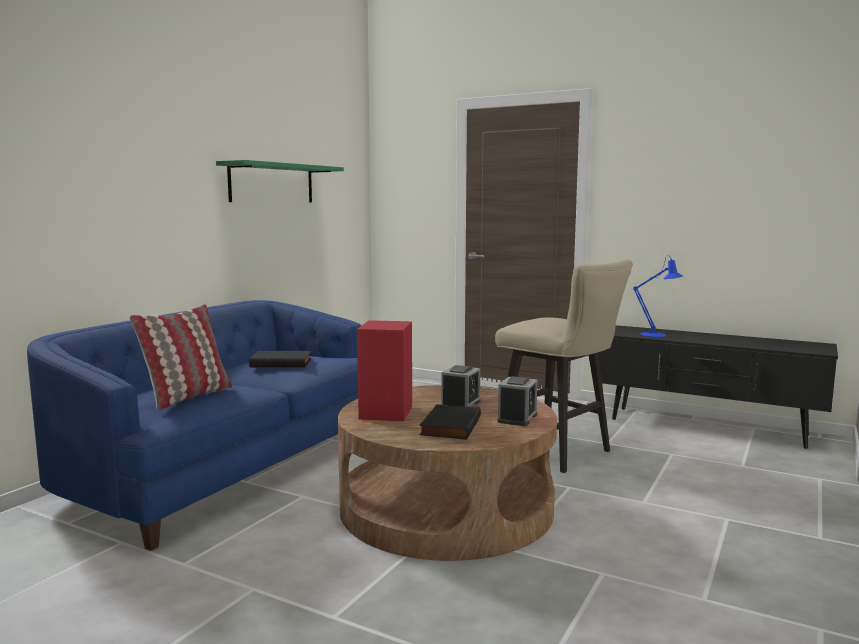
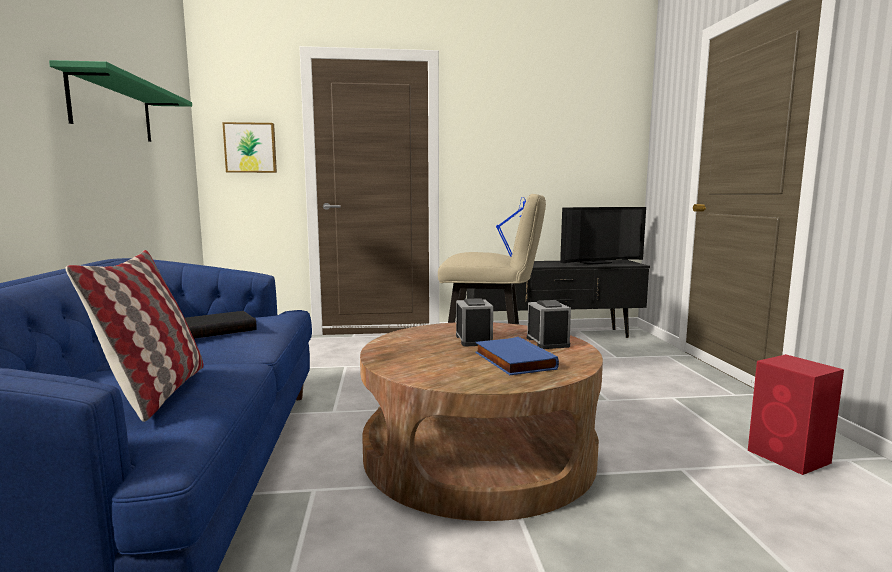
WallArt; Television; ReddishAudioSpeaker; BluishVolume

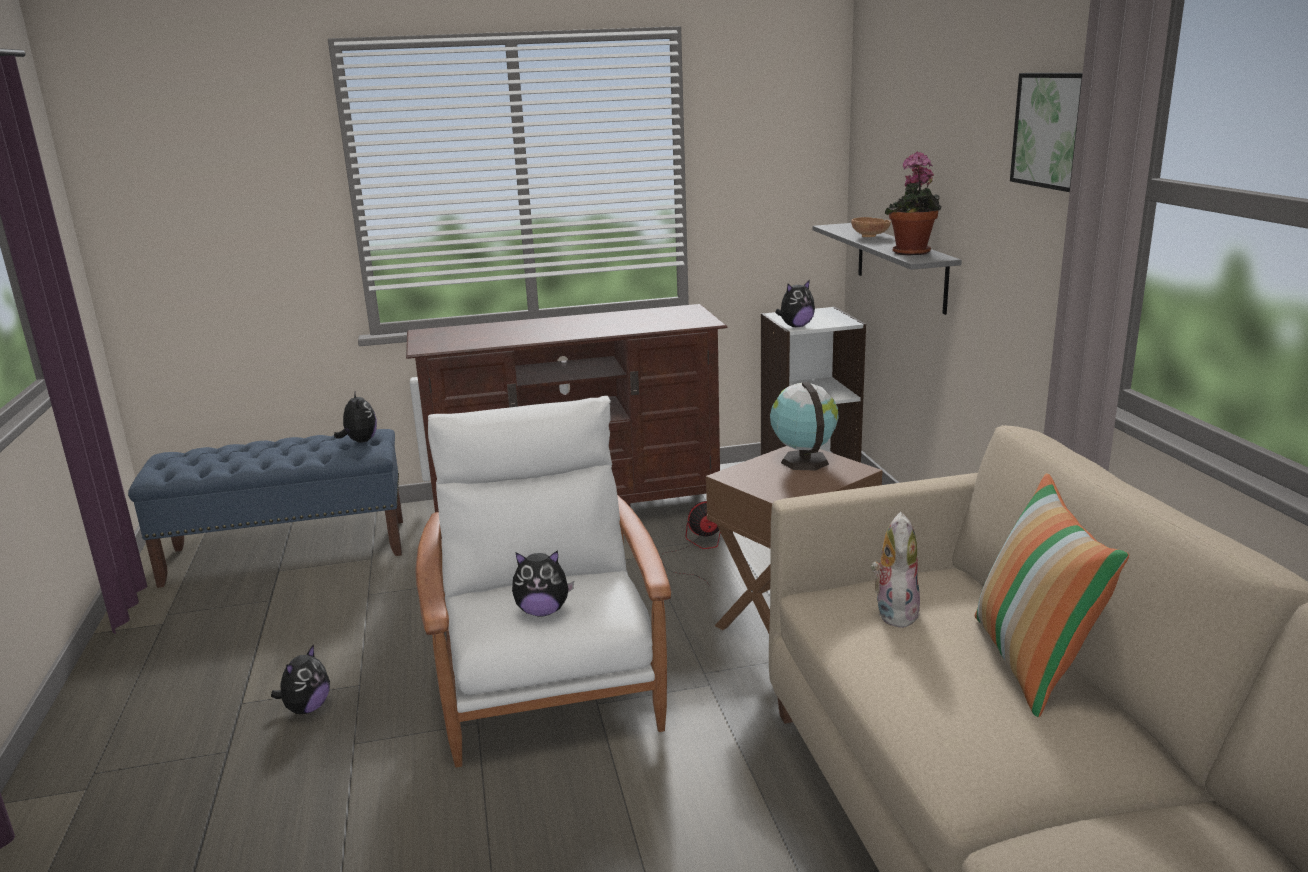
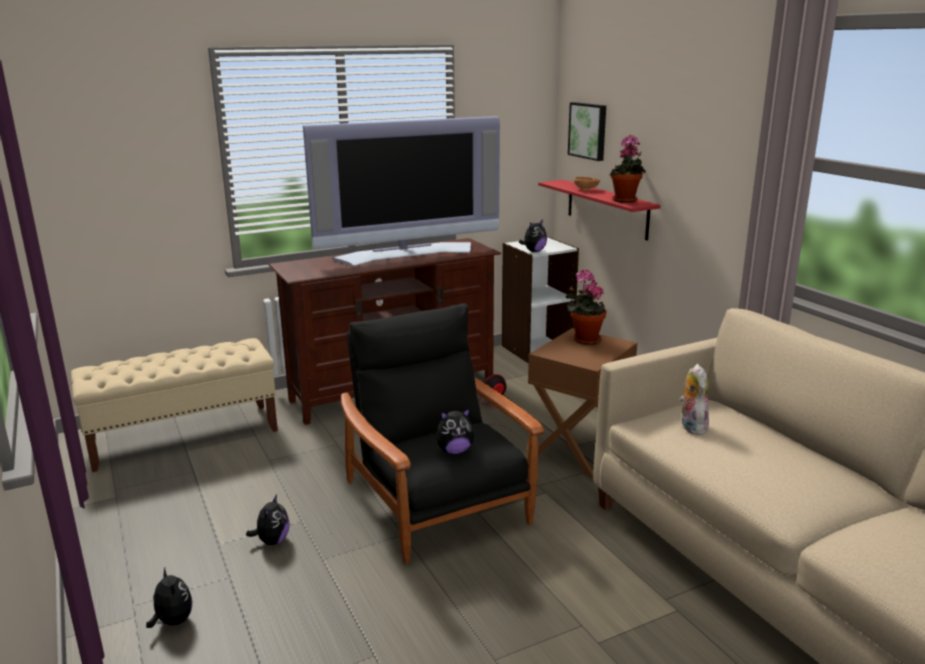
Cushion; Television; PlushToy (1st from left); WallArt; PlantInAPot (1st from left); BeigeIndoorBench; BlackColouredArmchair; ReddishShelf

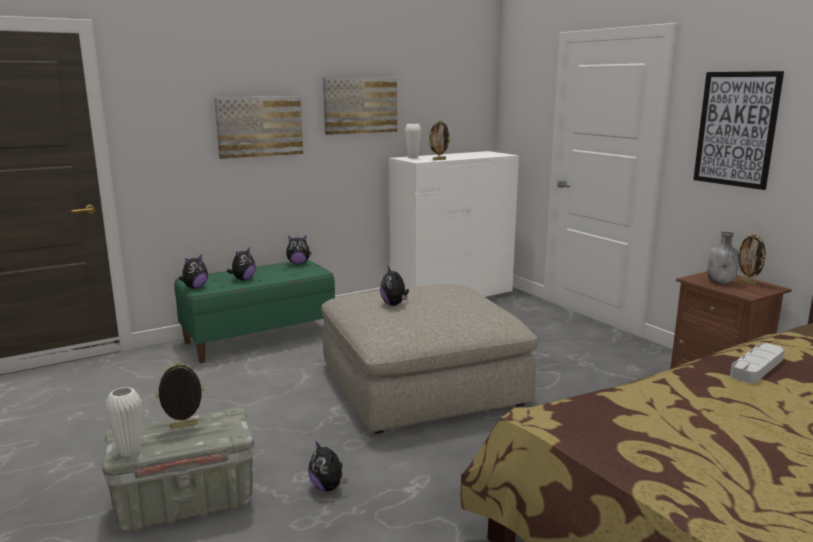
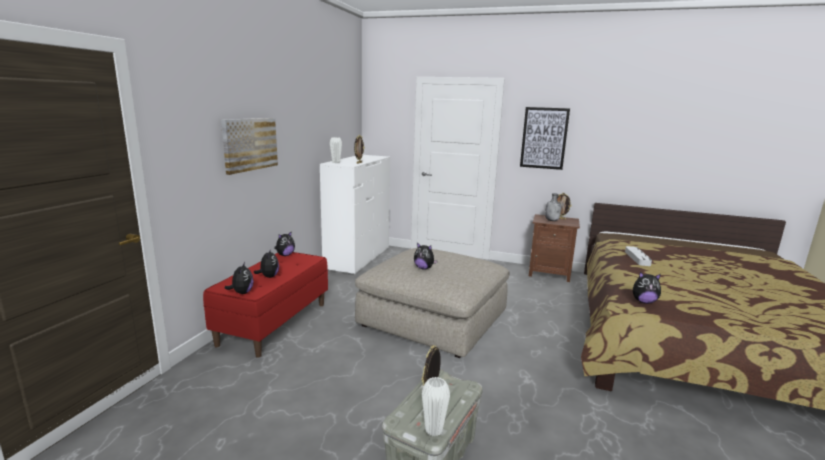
WallArt (2nd from left in the first image); PlushToy (5th from left); ReddishIndoorBench

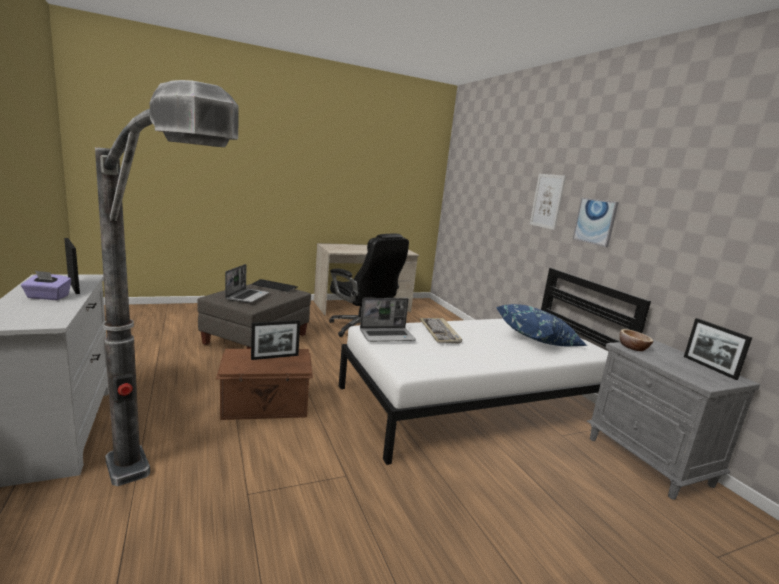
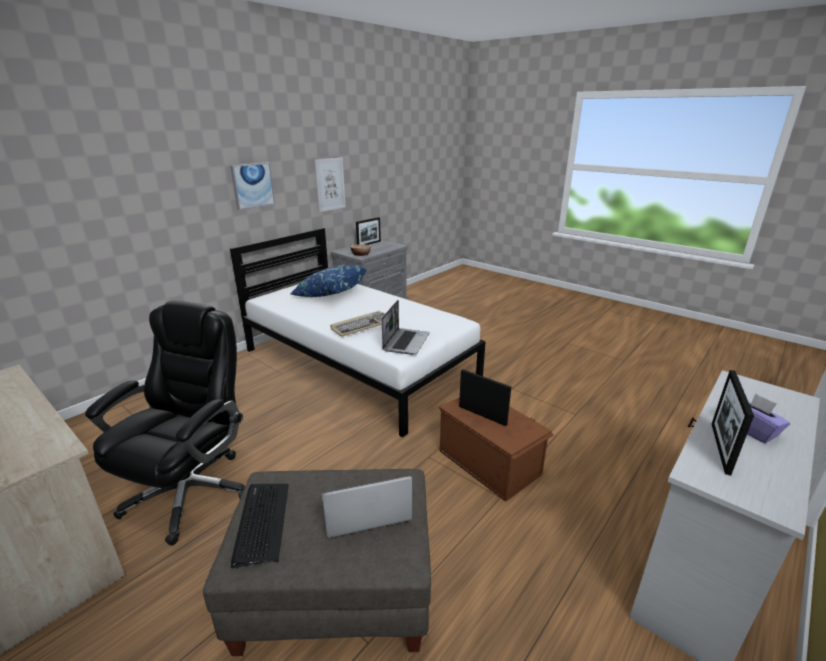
StandingLamp; WallArt (2nd from left); Laptop (2nd from left)

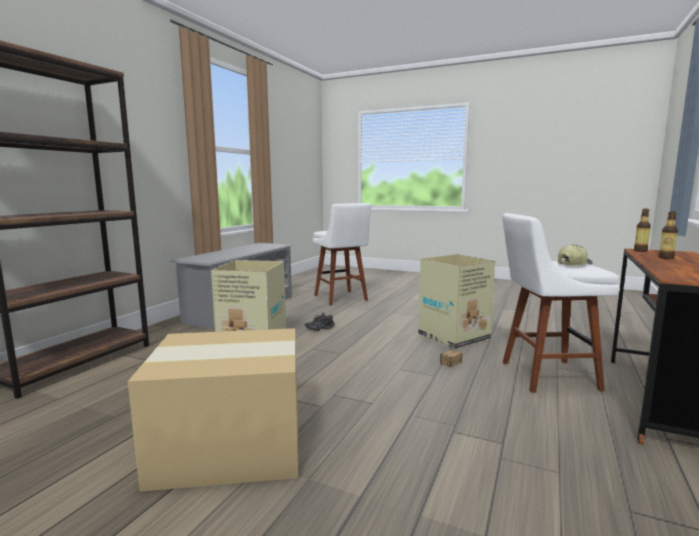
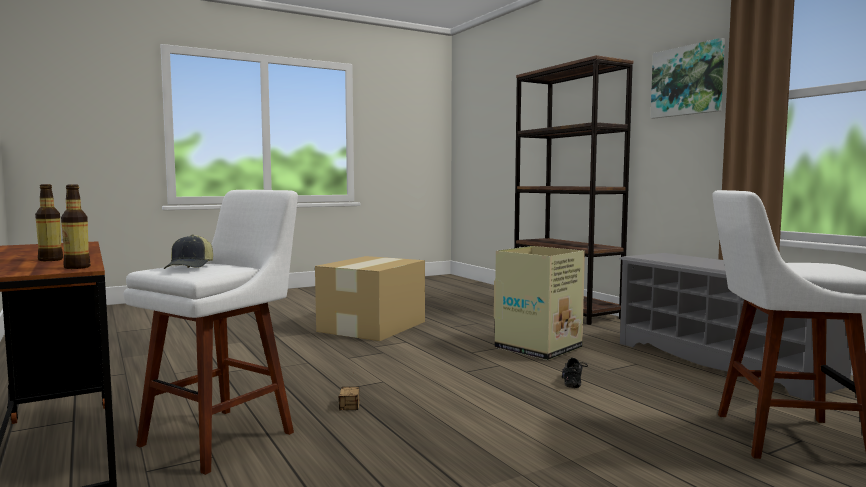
Carton (3rd from left in the first image); WallArt

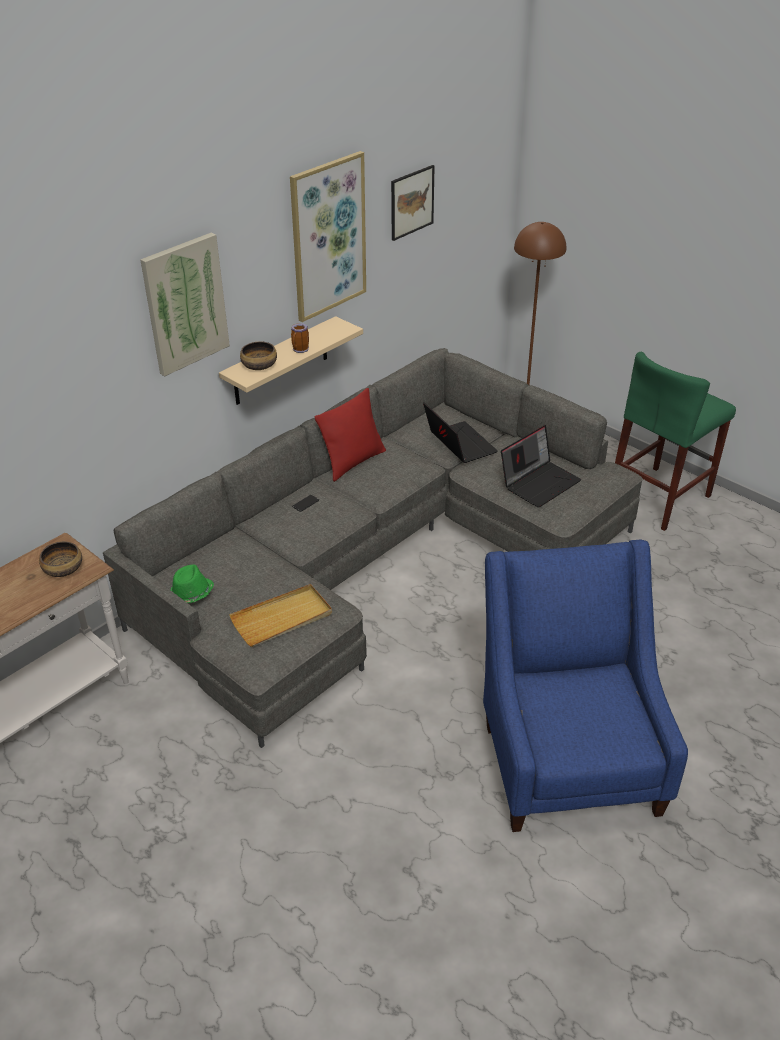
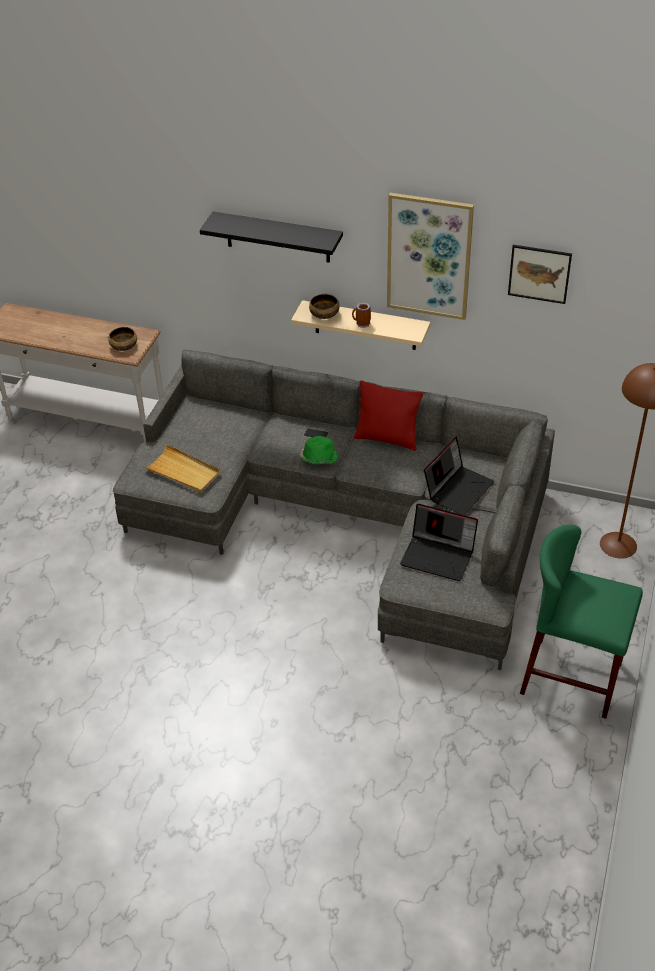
BluishArmchair; GreenClothingHat; BlackColouredShelf

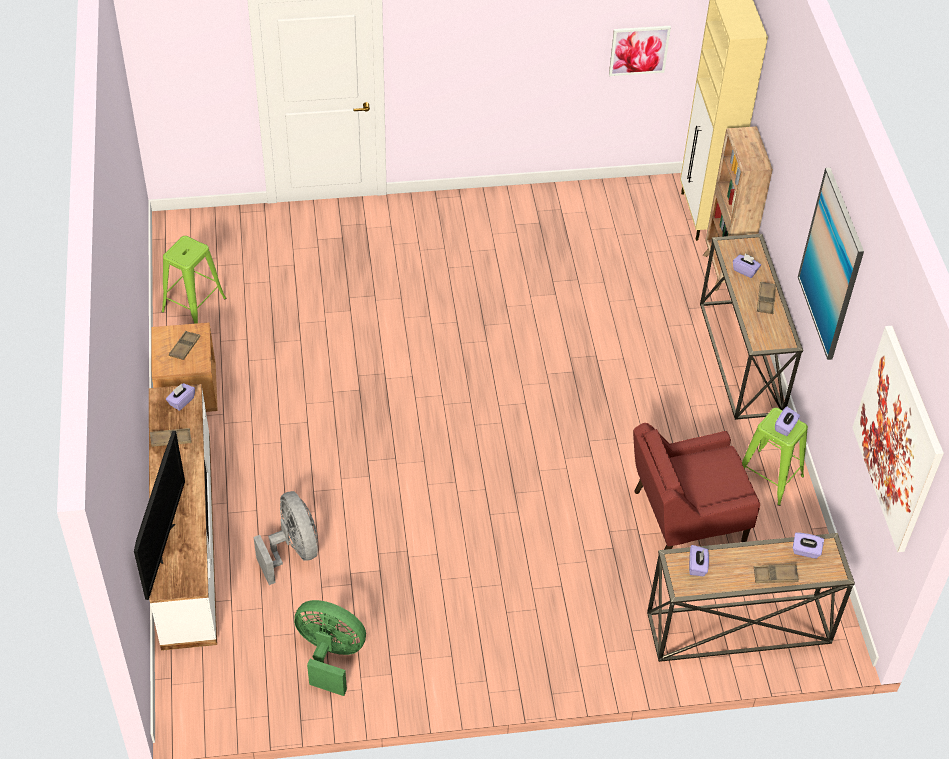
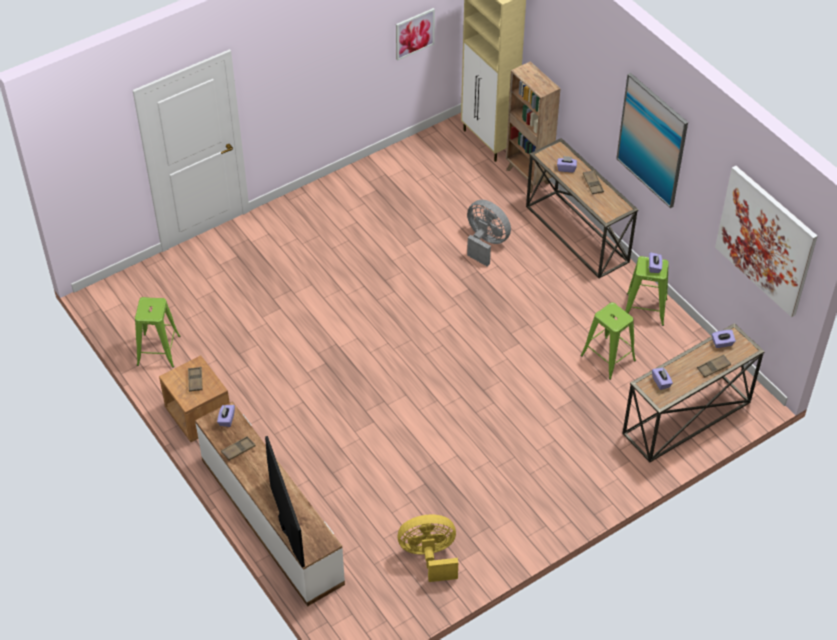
GreyishElectricFan; GreenStoolSeat (2nd from left); YellowishElectricFan

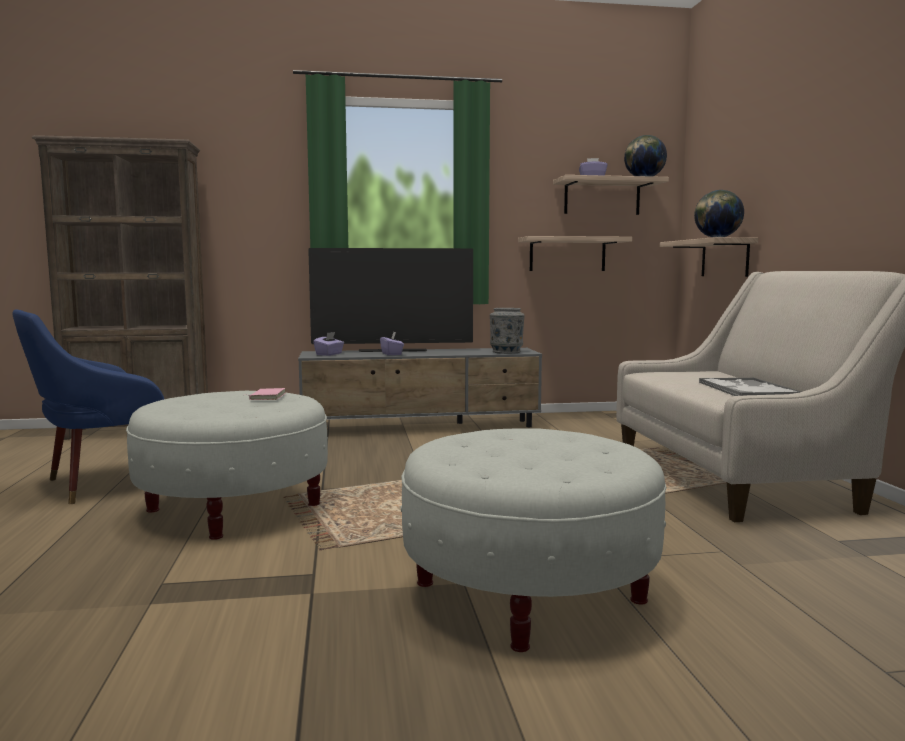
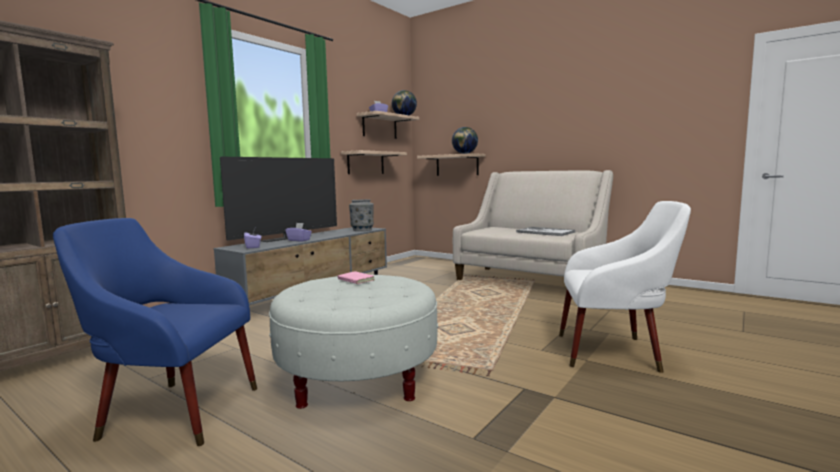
WhiteArmchair; BluishArmchair

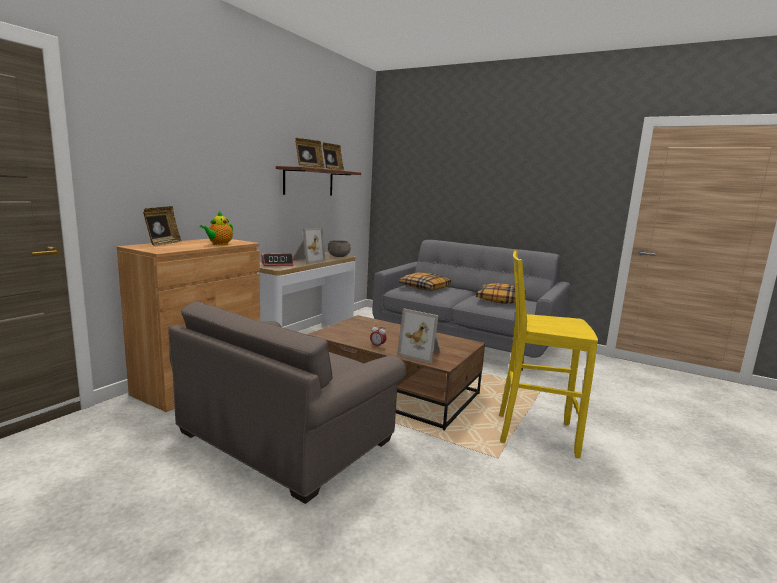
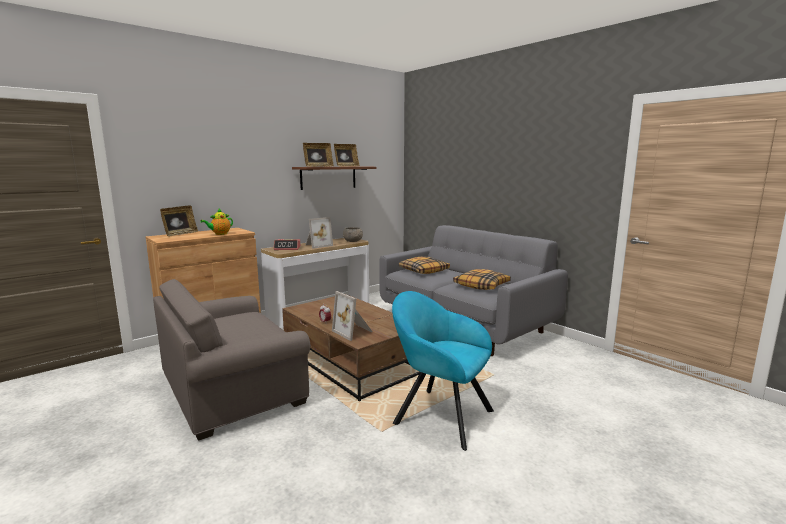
TurquoiseColouredArmchair

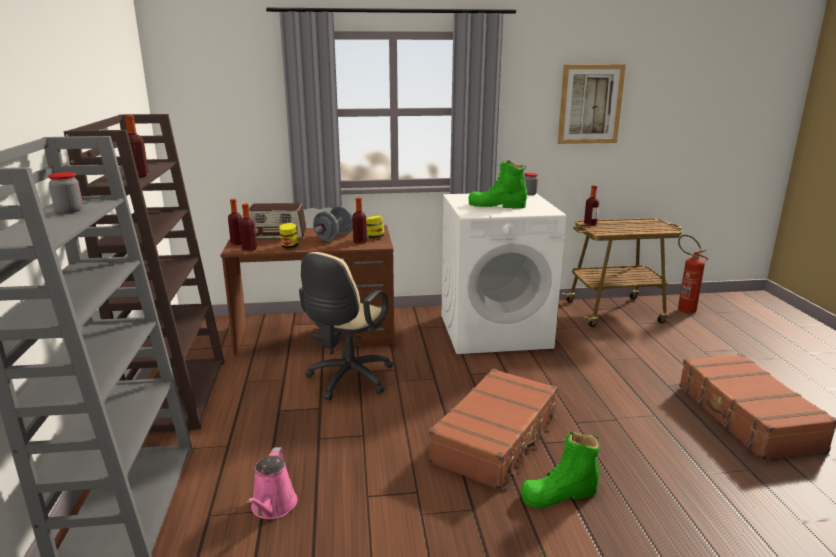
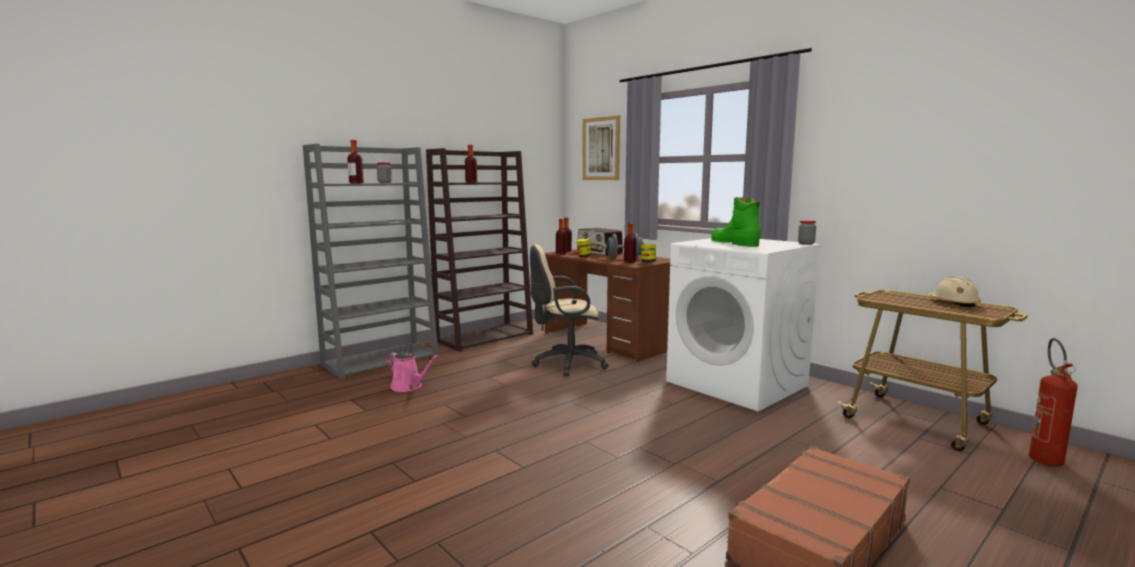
BrownColouredSuitcase (1st from left in the first image); GreenTallBoot (2nd from left in the first image); BeigeHardHat; WallArt; Bottle (1st from left); PinkWateringPot

